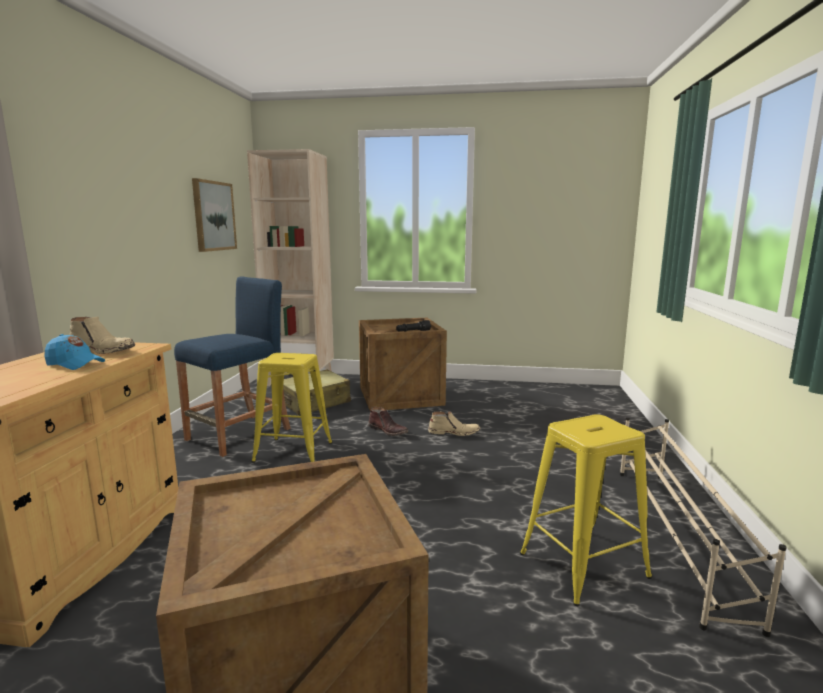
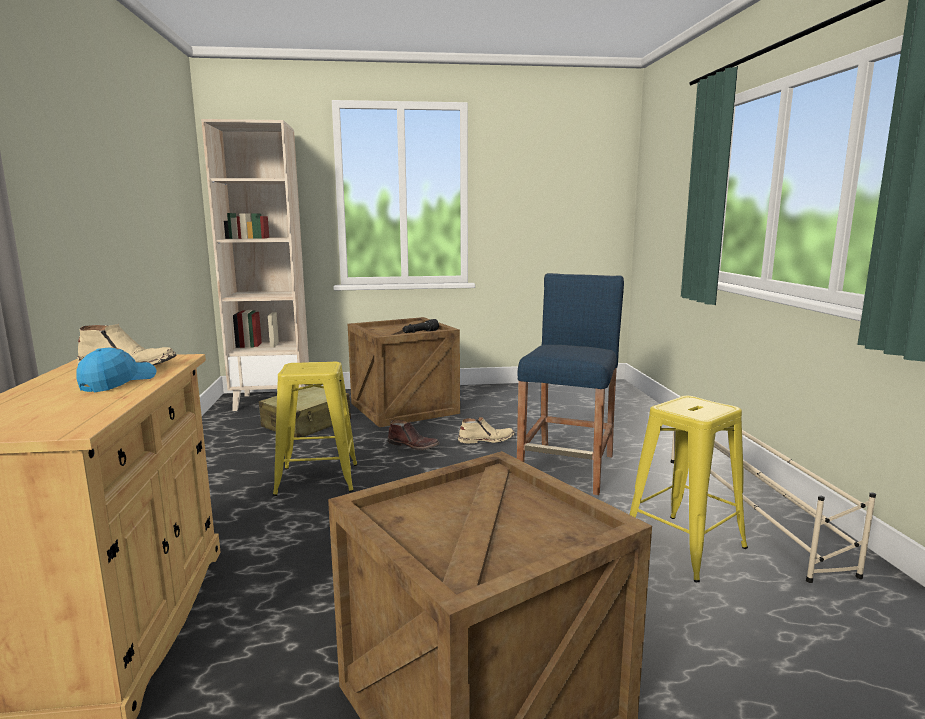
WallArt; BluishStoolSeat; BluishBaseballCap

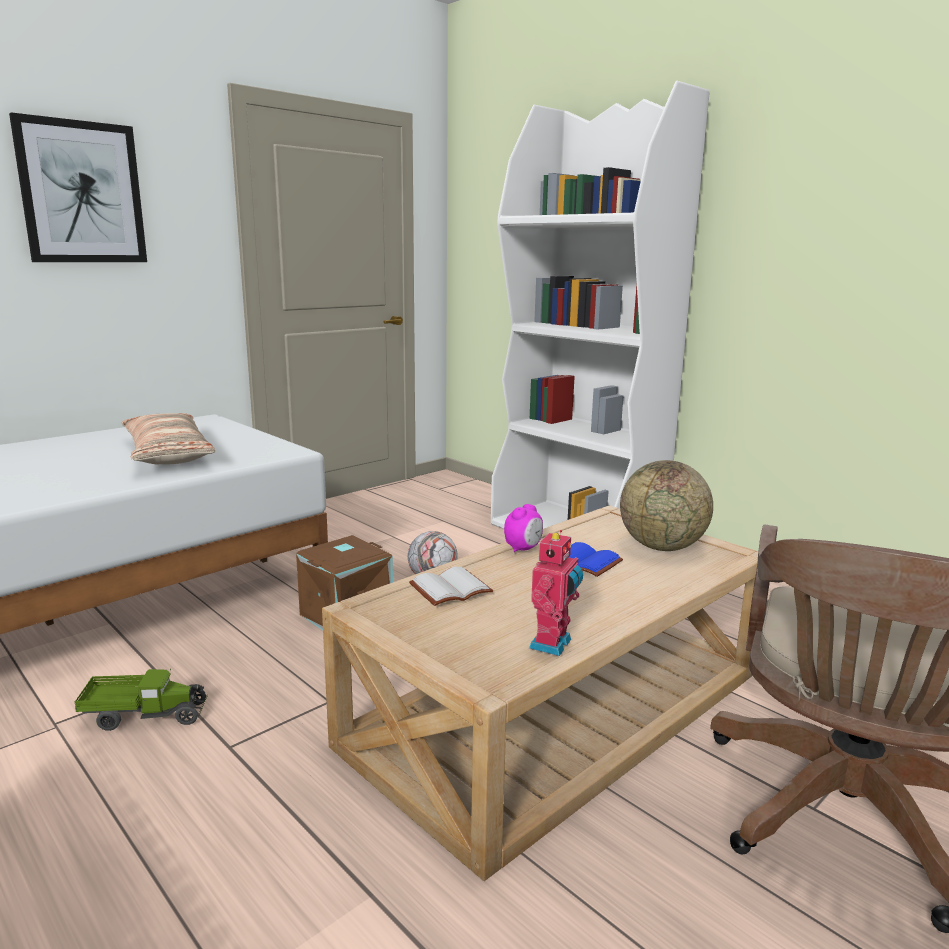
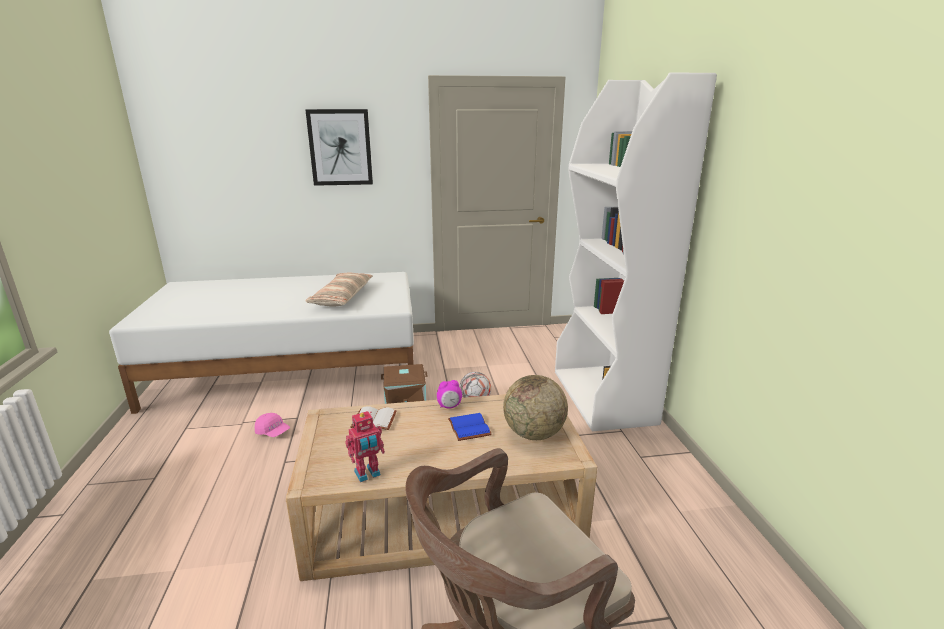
PinkBaseballCap

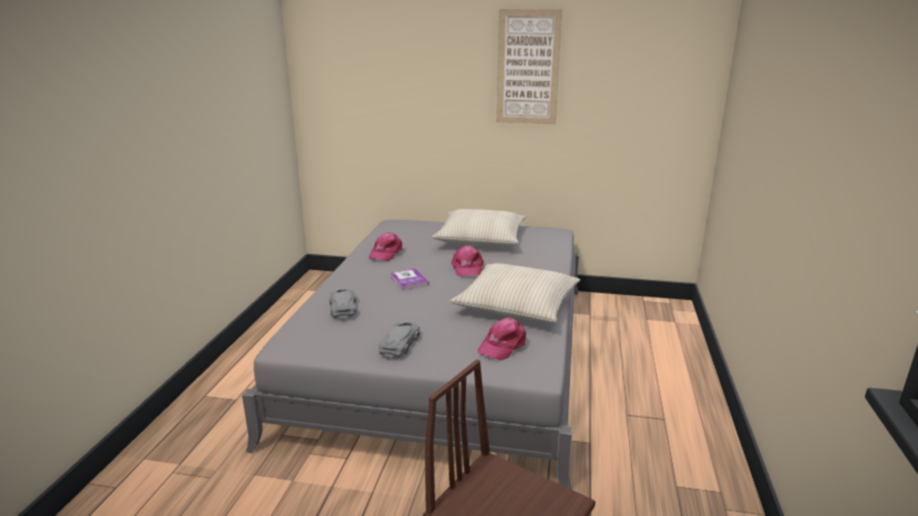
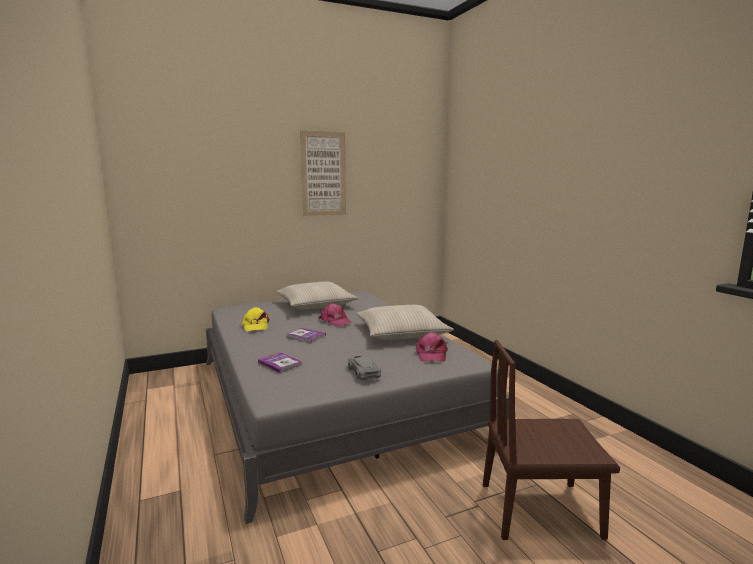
Volume (1st from left); YellowishBaseballCap

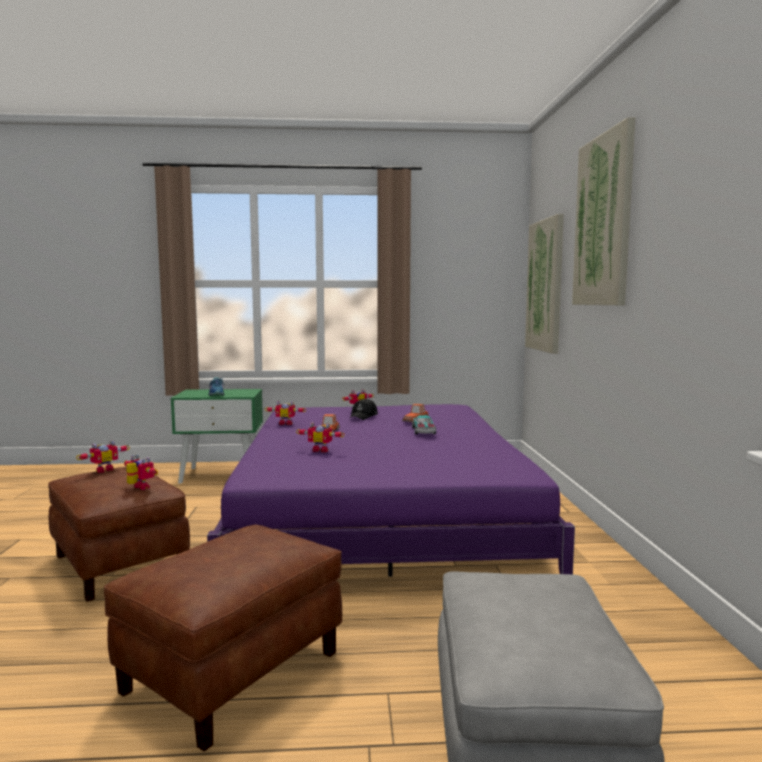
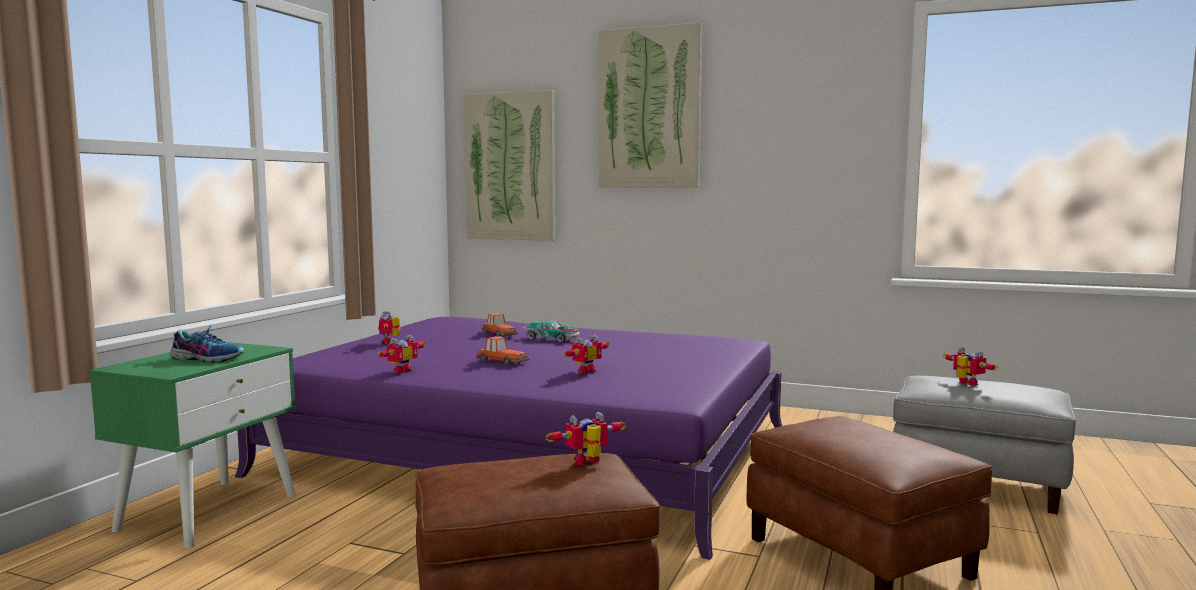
BlackColouredBaseballCap; ToyRobot (5th from left)

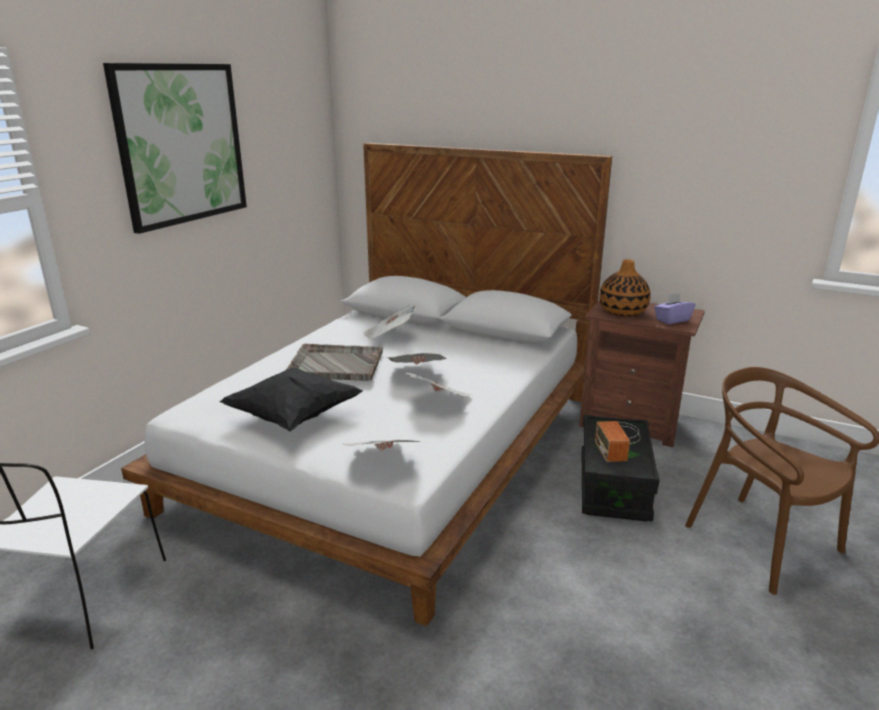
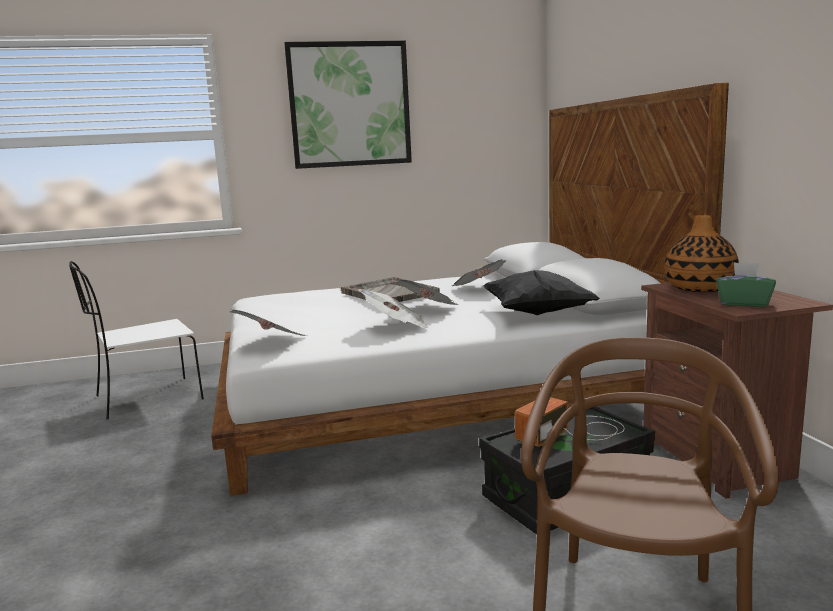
BlackColouredCushion; GreenBoxOfTissues

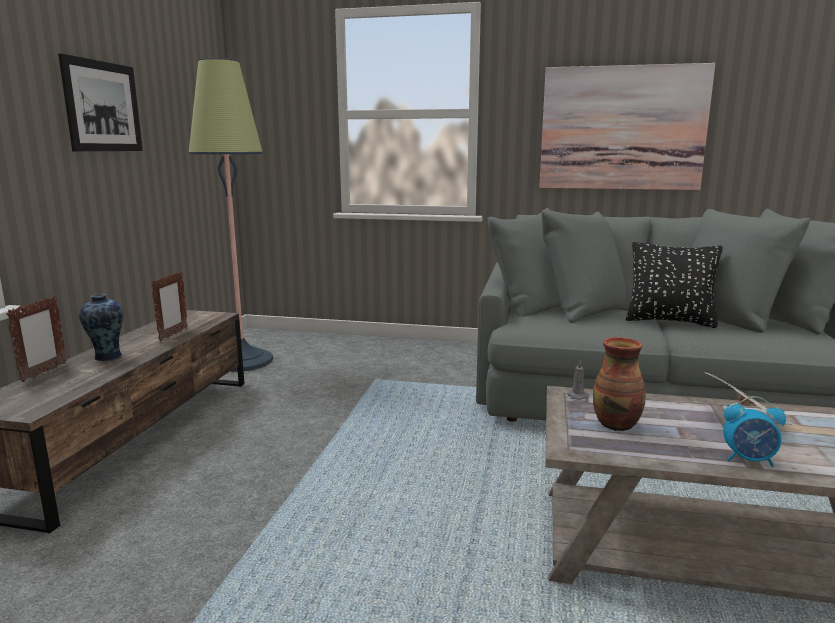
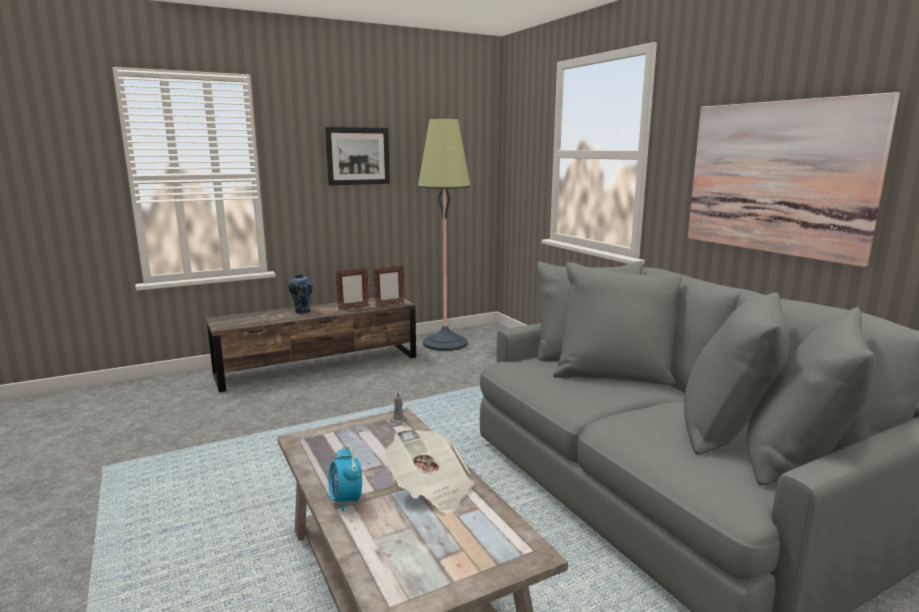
DecorativeVase (2nd from left in the first image); BlackColouredCushion; PhotoFrame (2nd from left)

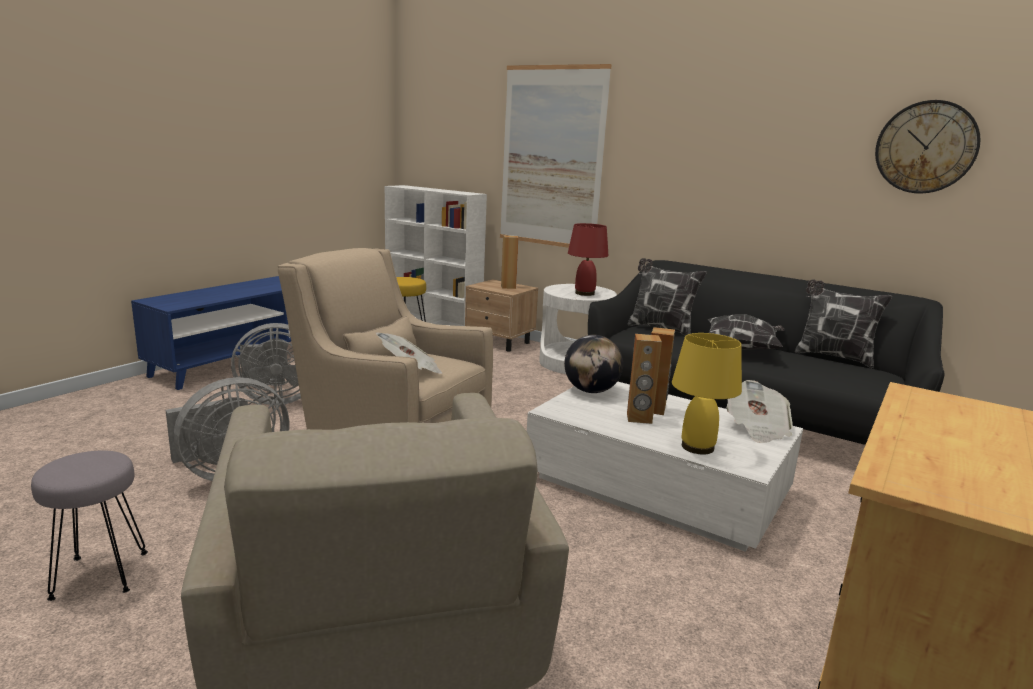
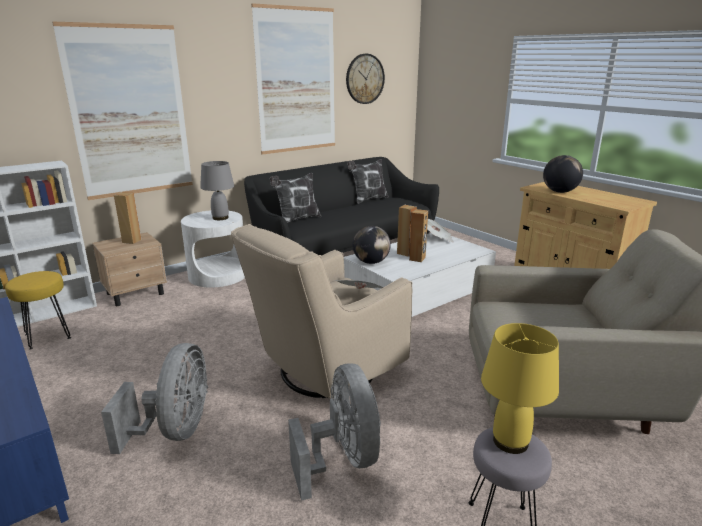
Cushion (2nd from left in the first image); WallArt (2nd from left); DeskGlobe (2nd from left); YellowishTabletopLamp; GreyishTabletopLamp

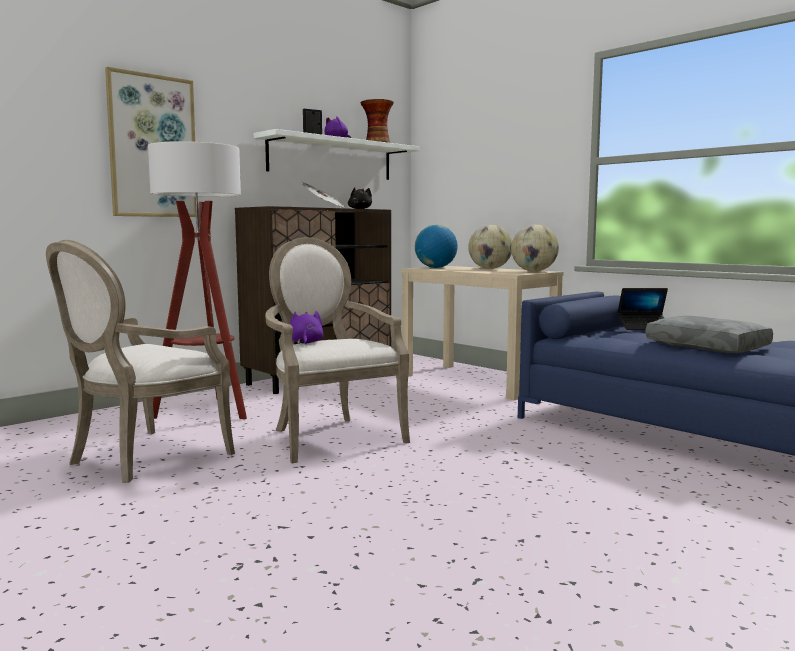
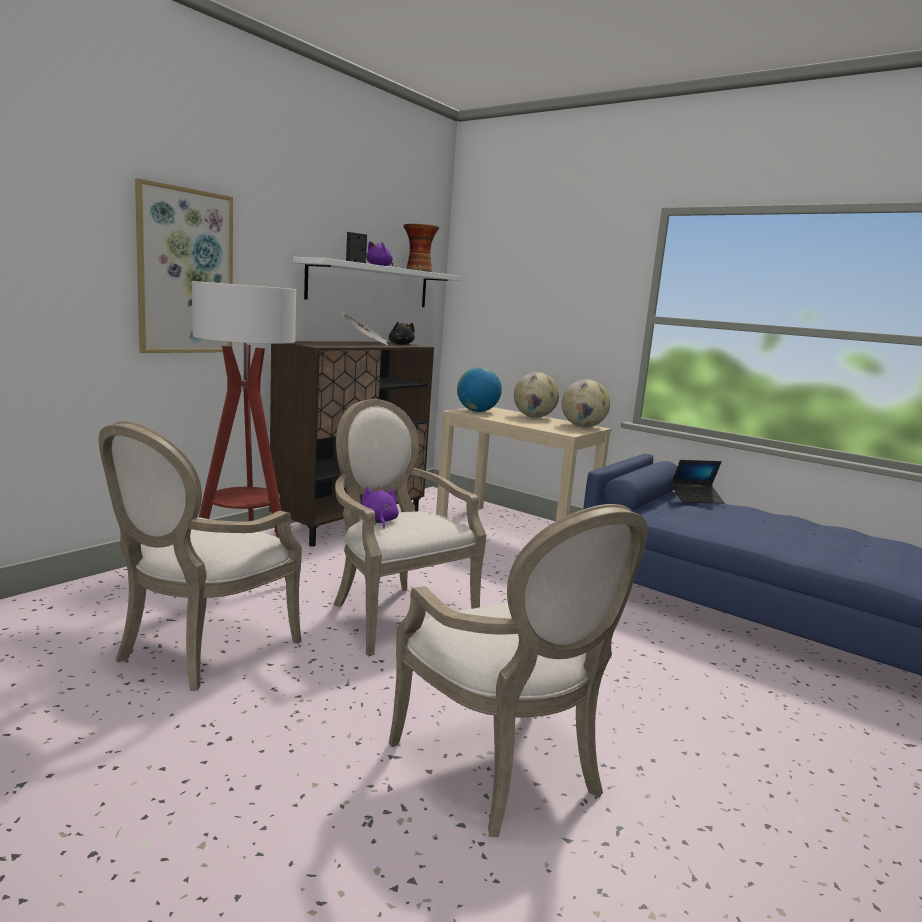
GreyishCushion; Armchair (3rd from left)

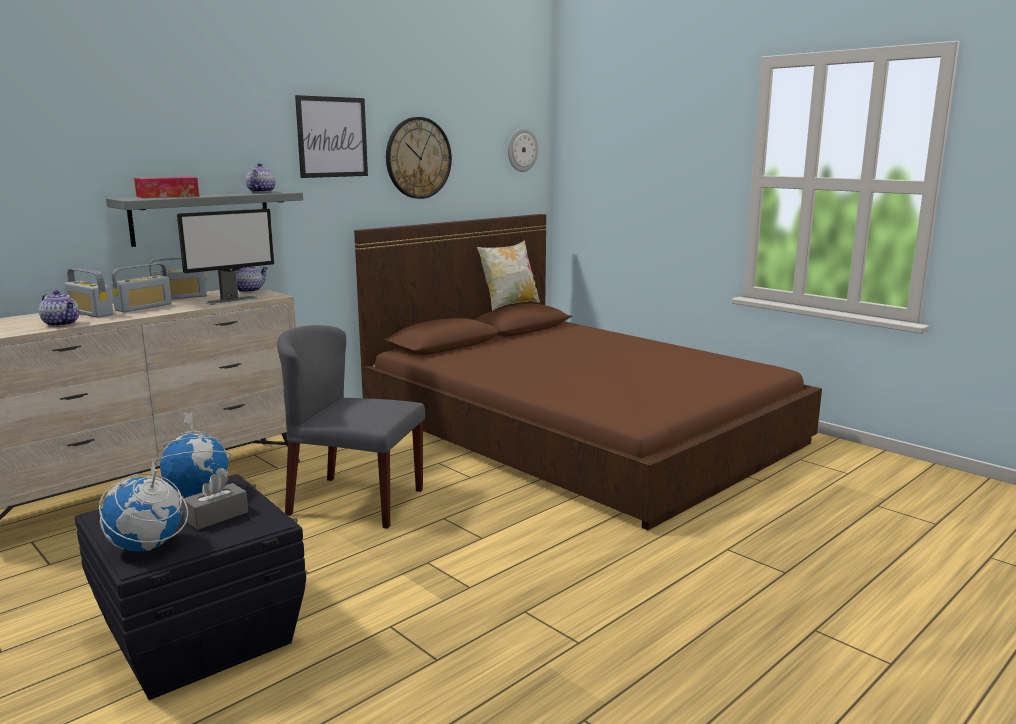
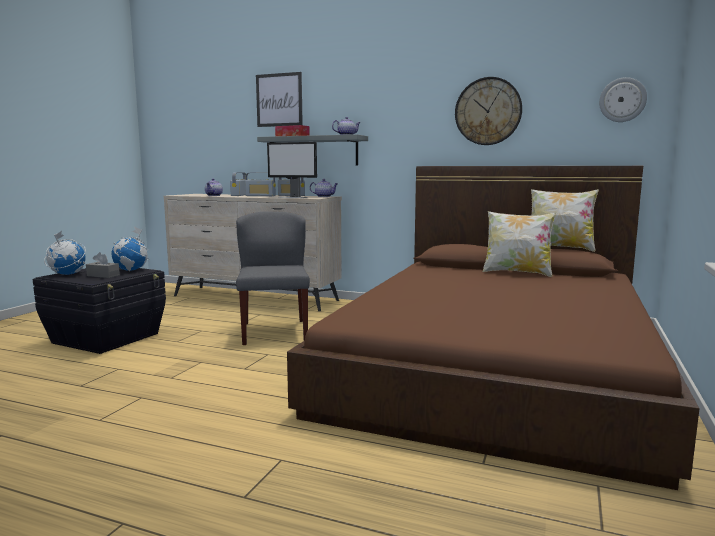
Cushion (1st from left); WallArt

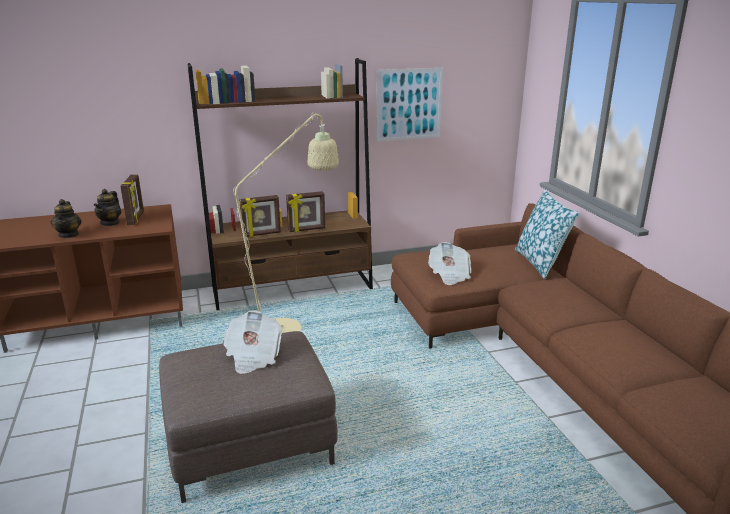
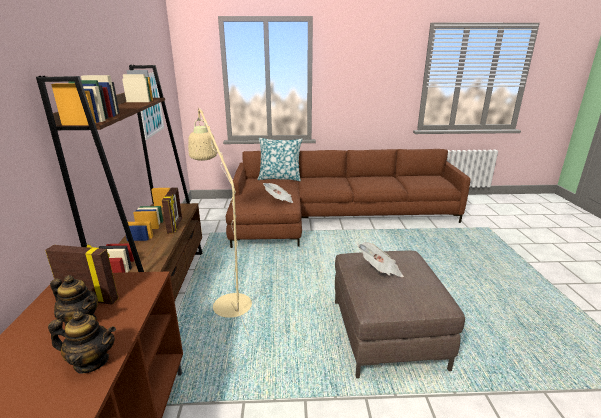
PhotoFrame (2nd from left in the first image)

